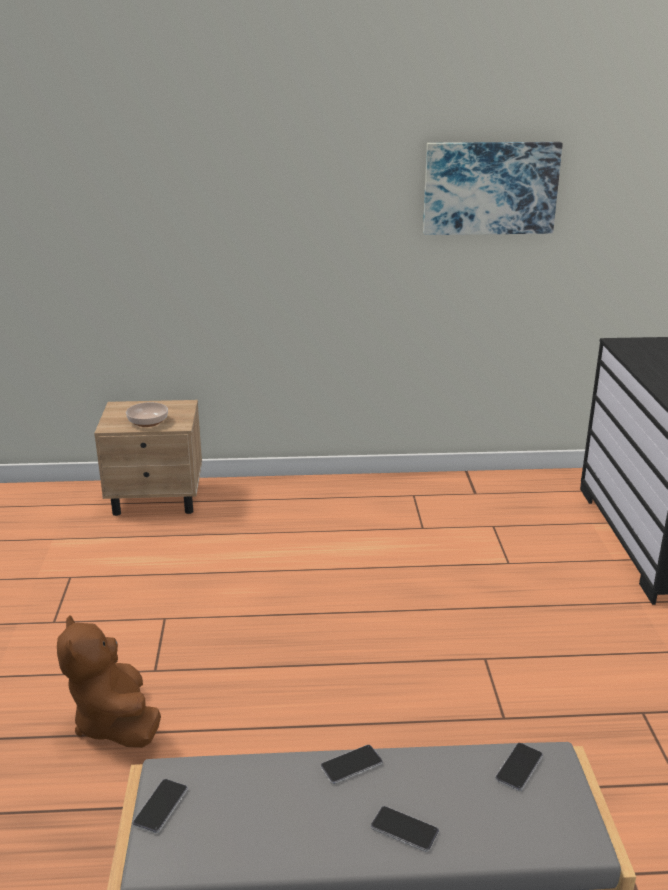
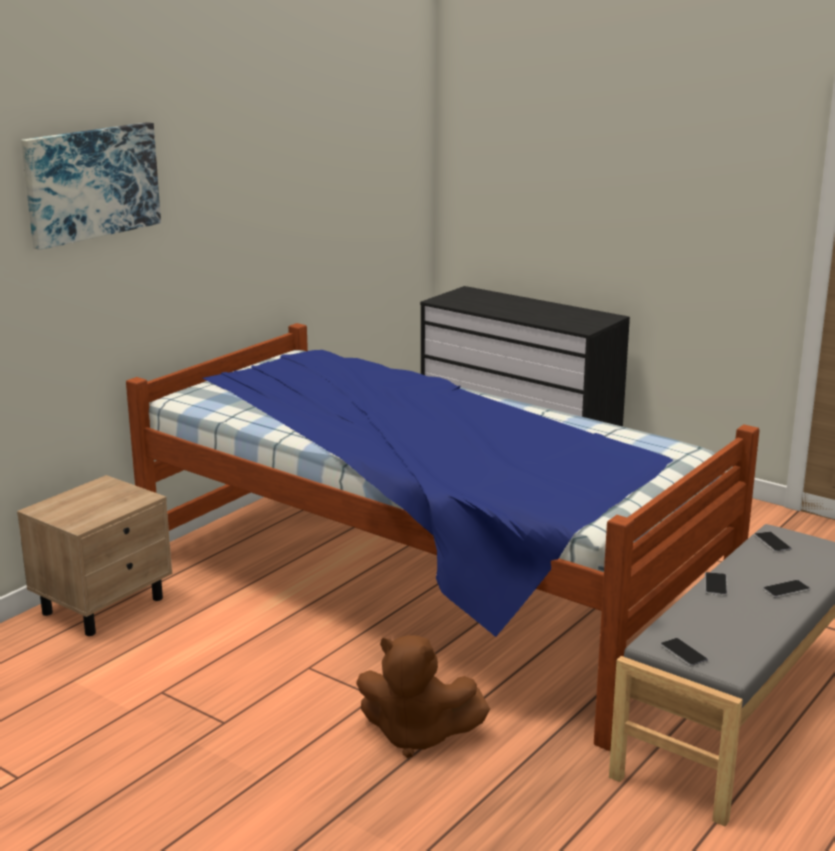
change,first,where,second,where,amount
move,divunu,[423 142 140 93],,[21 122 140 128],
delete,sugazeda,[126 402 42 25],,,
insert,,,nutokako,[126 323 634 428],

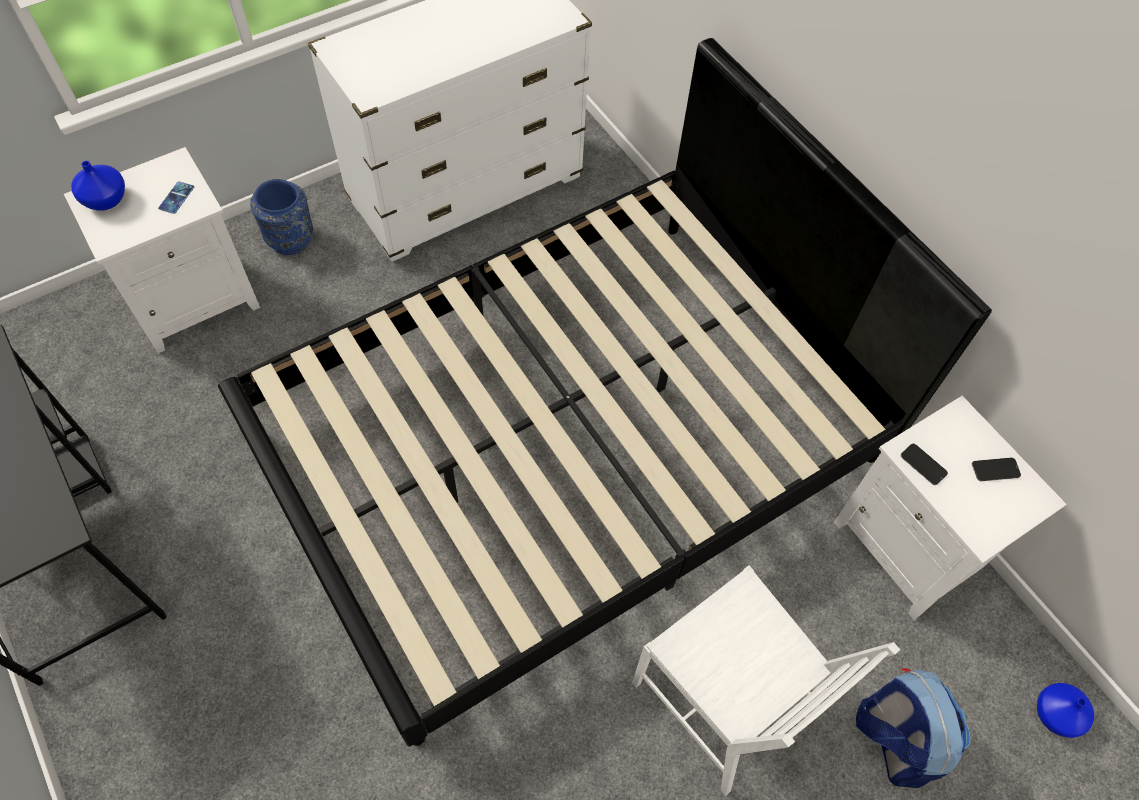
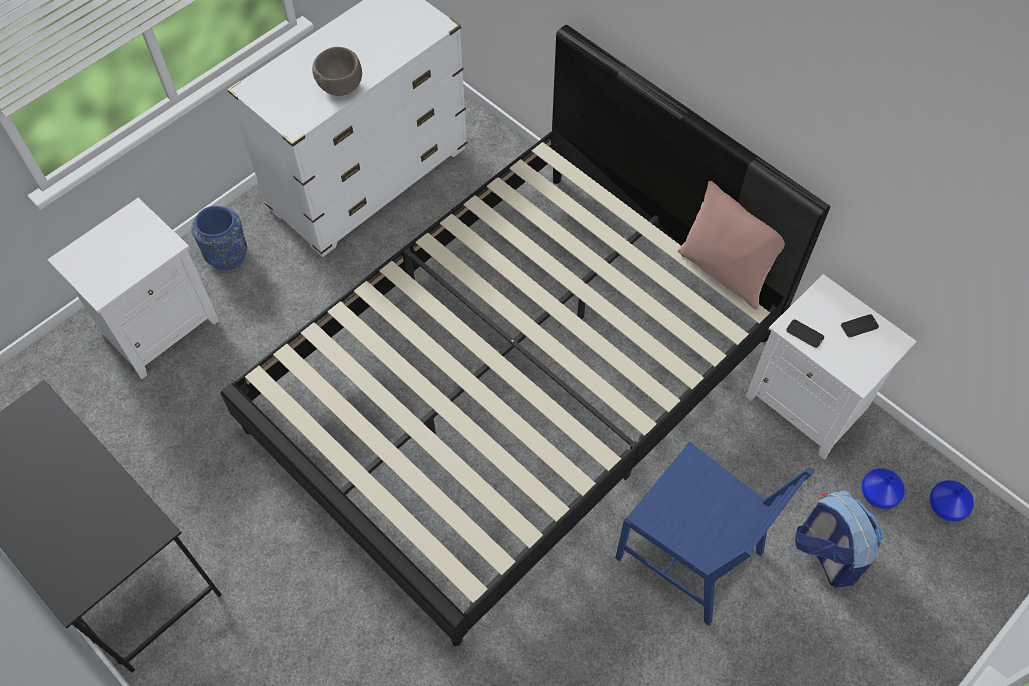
change,first,where,second,where,amount
move,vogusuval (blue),[71 161 54 50],,[861 468 44 41],
delete,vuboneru,[158 181 36 33],,,
recolor,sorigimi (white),[632 565 269 231],sorigimi (blue),[615 441 200 185],
insert,,,sugazeda (brown),[312 47 50 49],
insert,,,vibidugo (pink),[678 181 107 129],

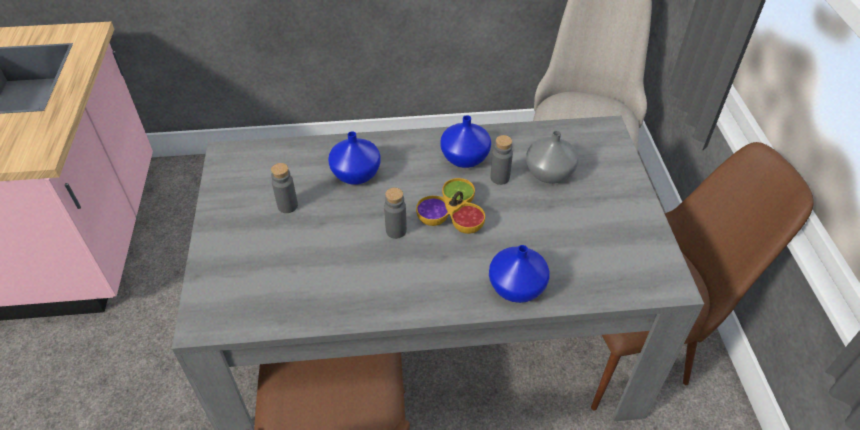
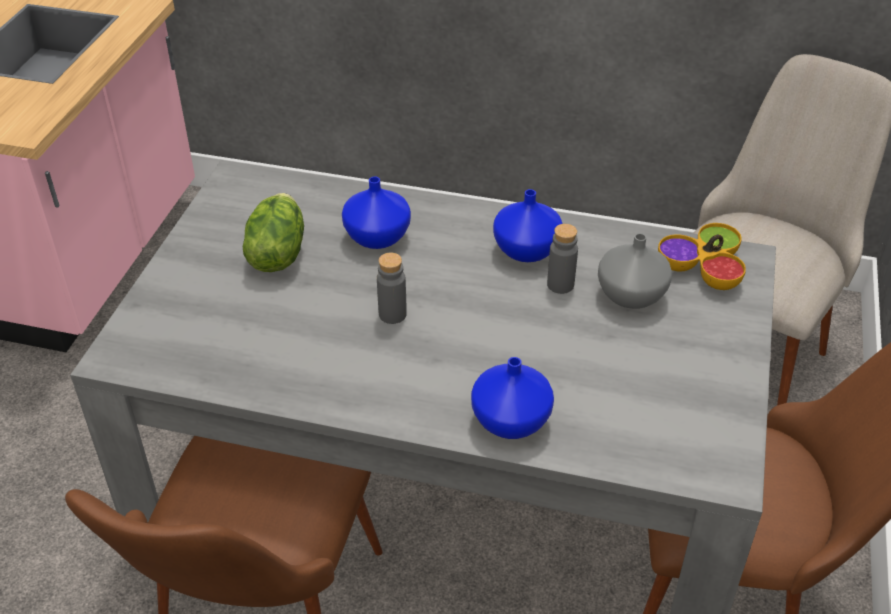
change,first,where,second,where,amount
replace,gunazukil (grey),[271 163 27 50],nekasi,[243 193 61 79],
move,sugazeda,[416 178 69 56],,[658 223 88 67],

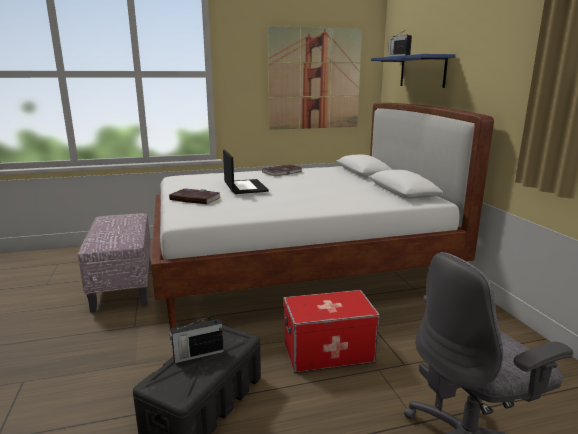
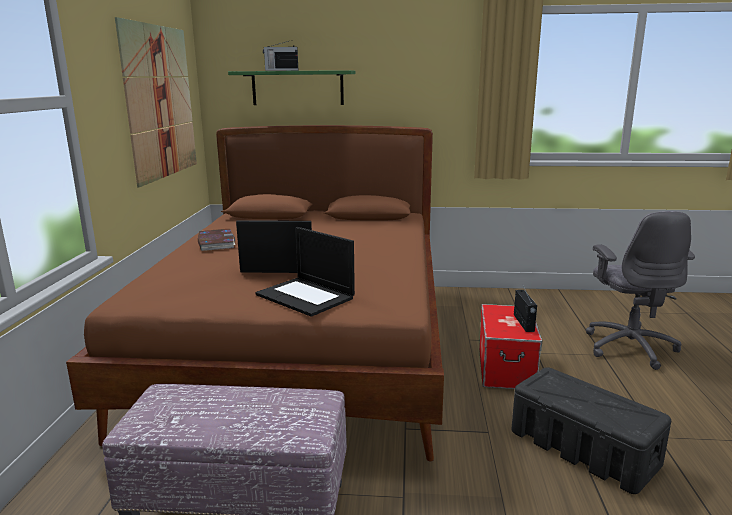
change,first,where,second,where,amount
recolor,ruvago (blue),[371 54 84 34],ruvago (green),[228 70 127 35],
recolor,nutokako (white),[151 103 343 228],nutokako (brown),[66 125 378 336],
replace,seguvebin,[169 188 51 16],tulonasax,[255 227 100 90],
move,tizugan,[169 314 55 49],,[514 284 23 48],

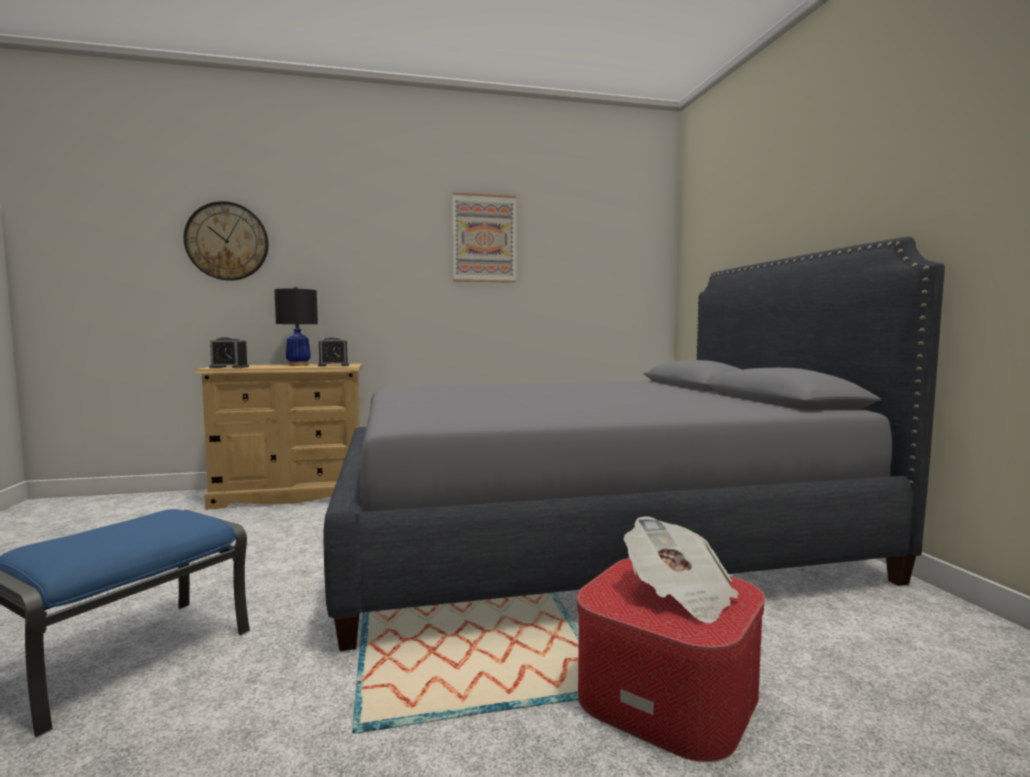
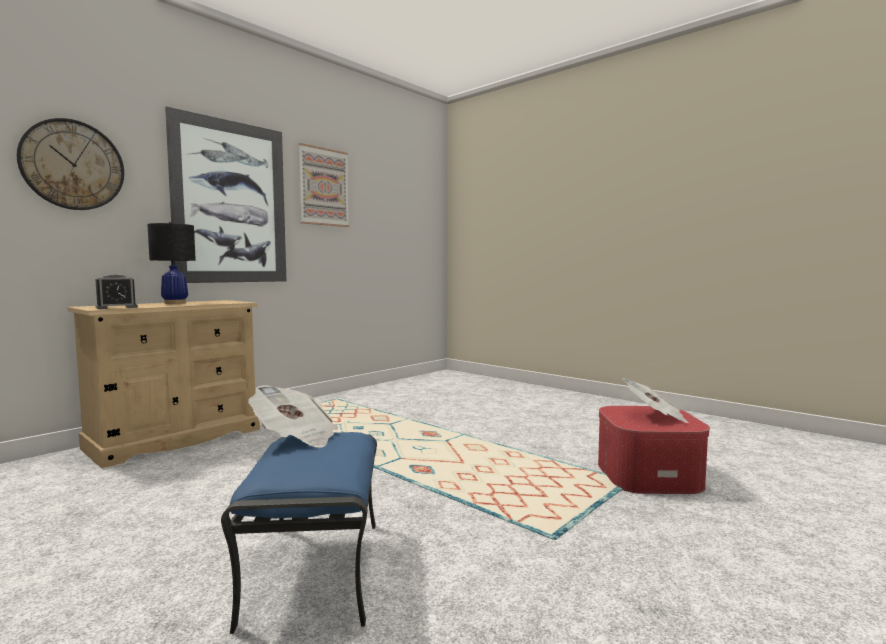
change,first,where,second,where,amount
delete,nutokako (grey),[323 236 622 415],,,
delete,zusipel,[318 337 31 30],,,
insert,,,divunu,[165 107 121 176],
insert,,,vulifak,[248 385 90 63],

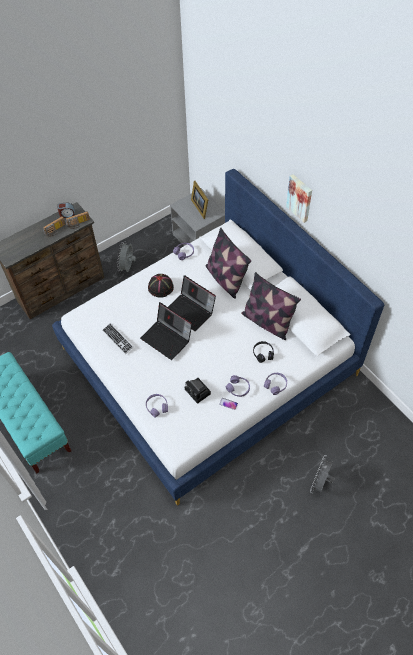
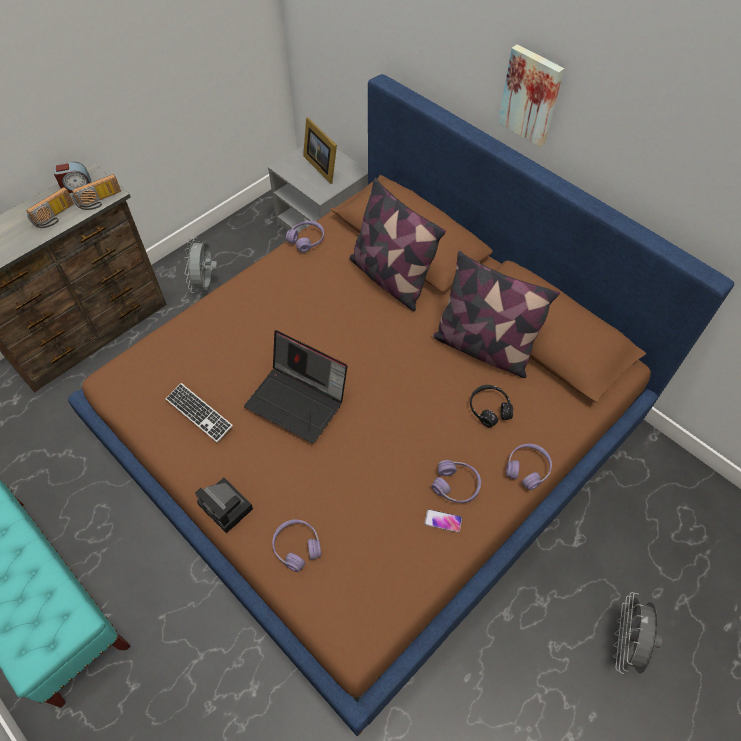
change,first,where,second,where,amount
recolor,nutokako (white),[52 169 332 336],nutokako (brown),[68 74 666 662],
delete,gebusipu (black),[148 274 26 24],,,
delete,tulonasax,[168 275 48 56],,,
move,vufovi,[185 378 26 26],,[195 478 58 55],

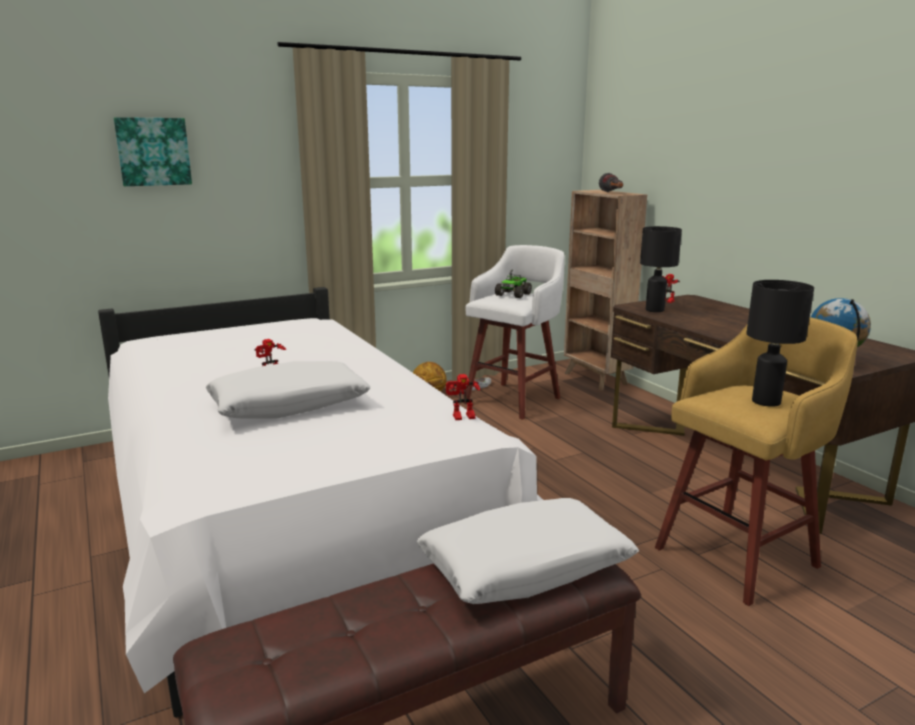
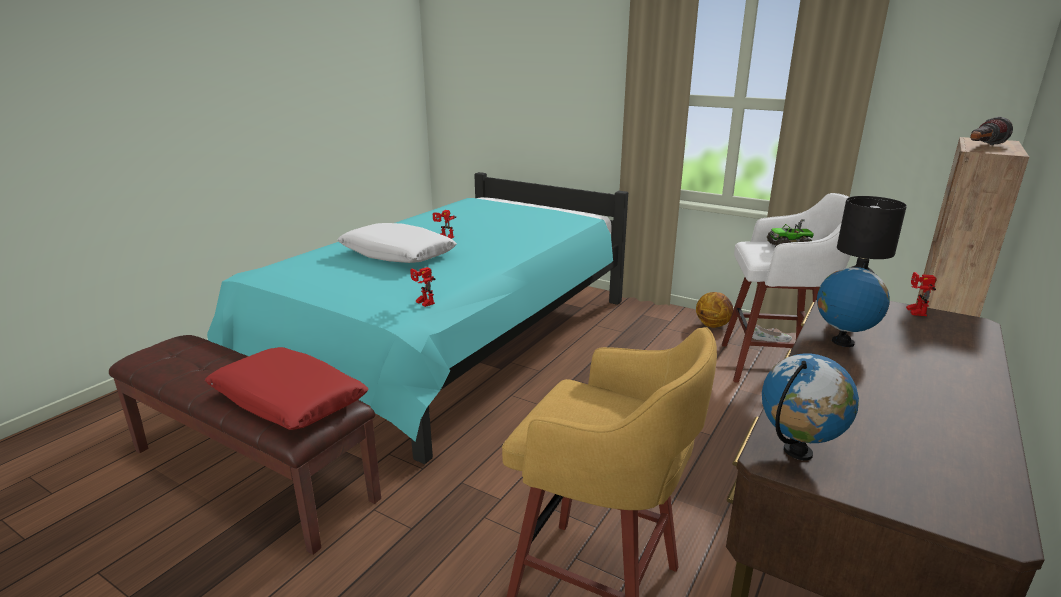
change,first,where,second,where,amount
delete,divunu,[114 117 78 69],,,
delete,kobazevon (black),[746 280 68 127],,,
recolor,nutokako (white),[98 287 445 431],nutokako (turquoise),[207 172 421 292],
recolor,vibidugo (white),[416 498 223 106],vibidugo (red),[205 347 164 83],
insert,,,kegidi,[817 263 73 84],

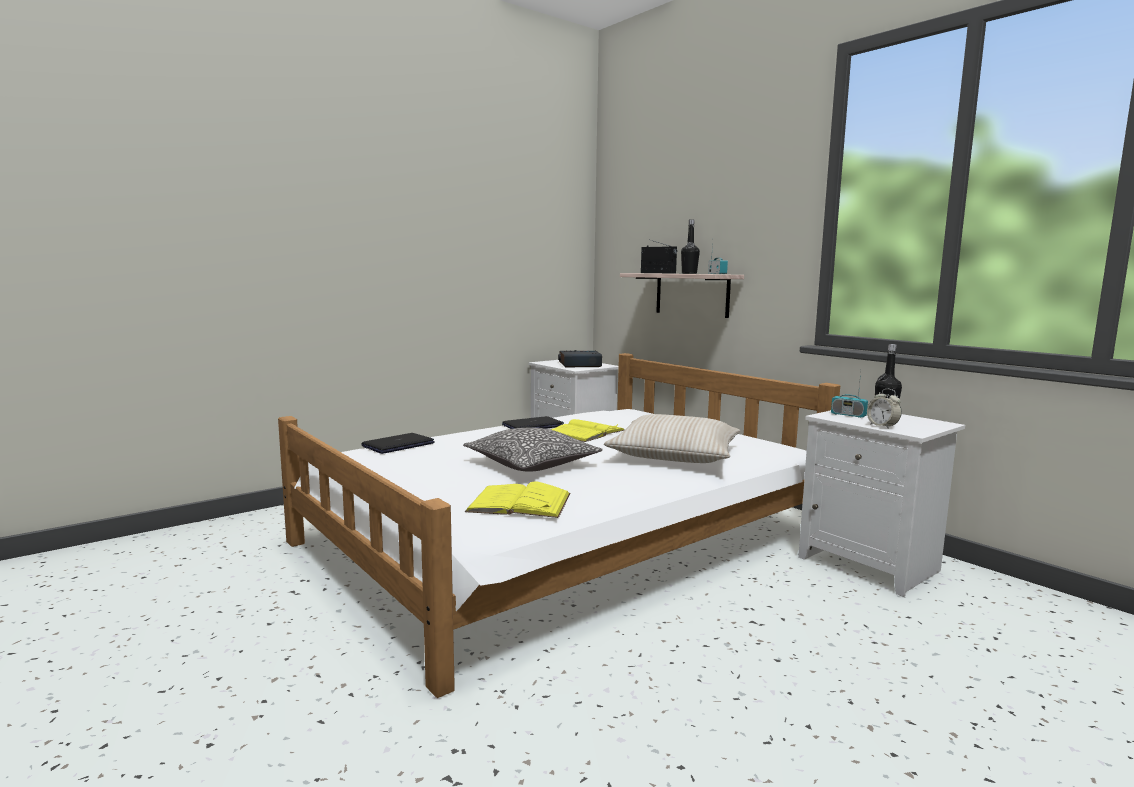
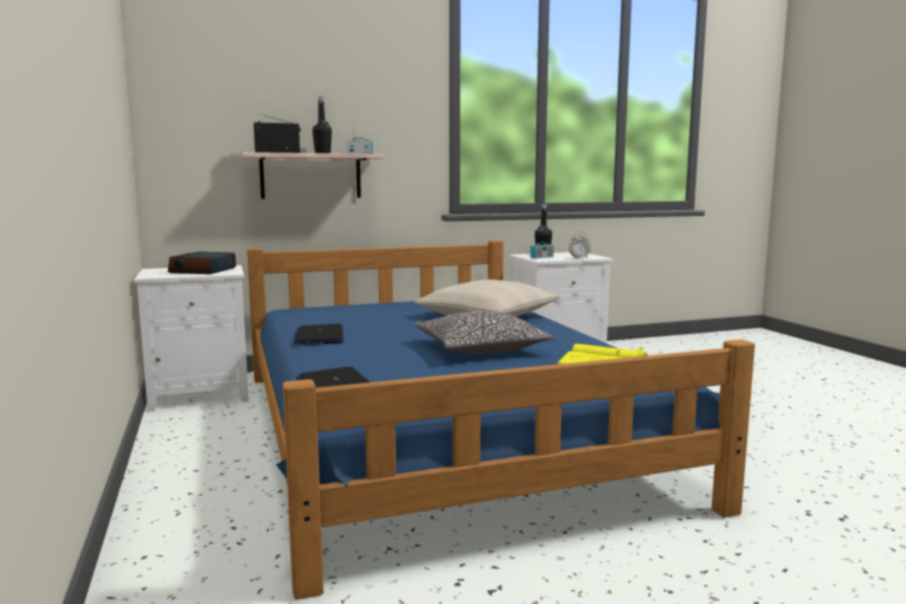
change,first,where,second,where,amount
recolor,nutokako (white),[278 353 562 345],nutokako (blue),[247 240 508 360],
delete,seguvebin (yellow),[551 419 73 23],,,

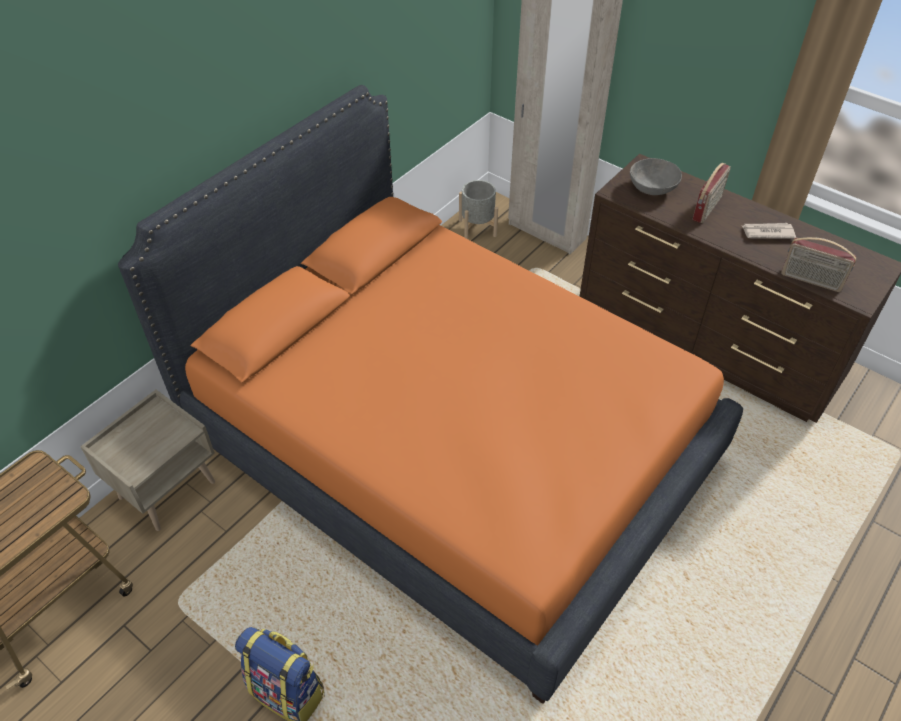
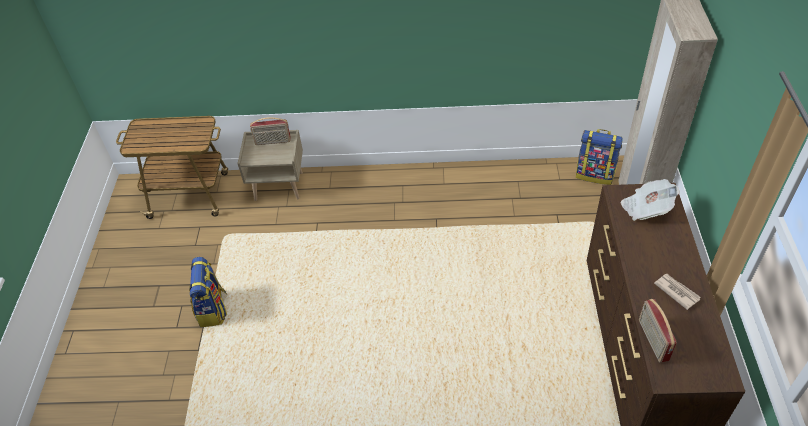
change,first,where,second,where,amount
delete,nutokako (orange),[118 85 625 619],,,
replace,sugazeda (grey),[630 158 52 37],vulifak,[621 179 59 42],
move,tizugan,[692 163 39 60],,[250 117 41 28],
replace,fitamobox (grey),[459 180 39 59],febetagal,[576 129 47 56],

